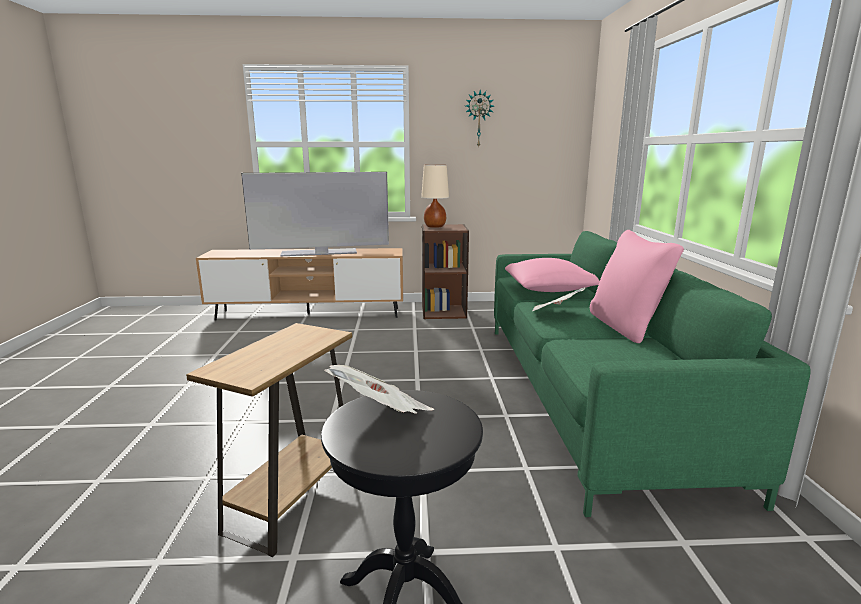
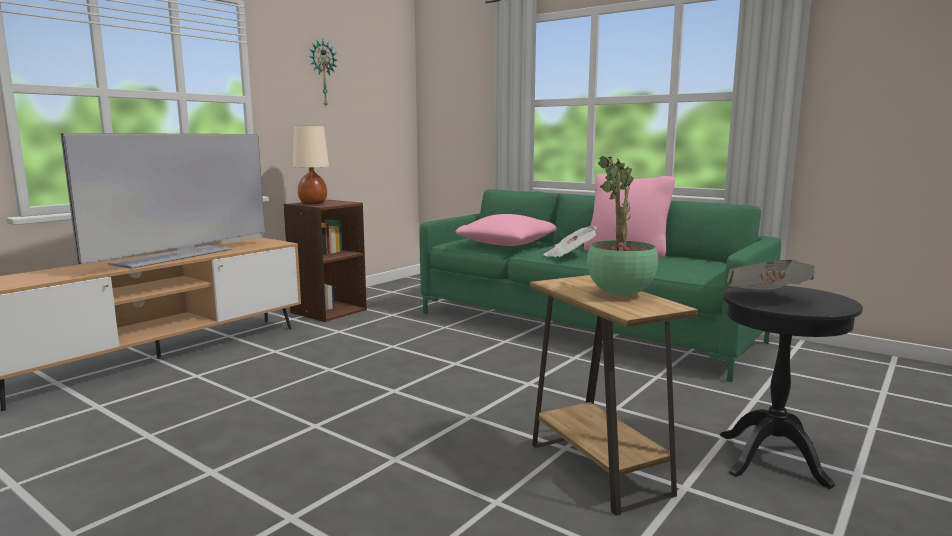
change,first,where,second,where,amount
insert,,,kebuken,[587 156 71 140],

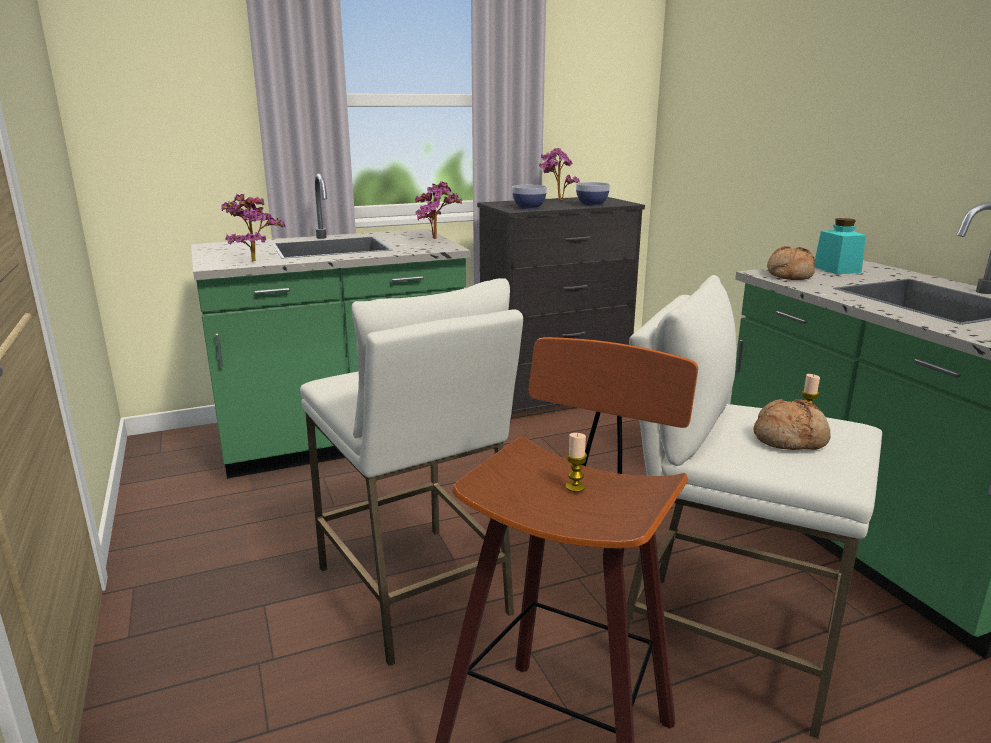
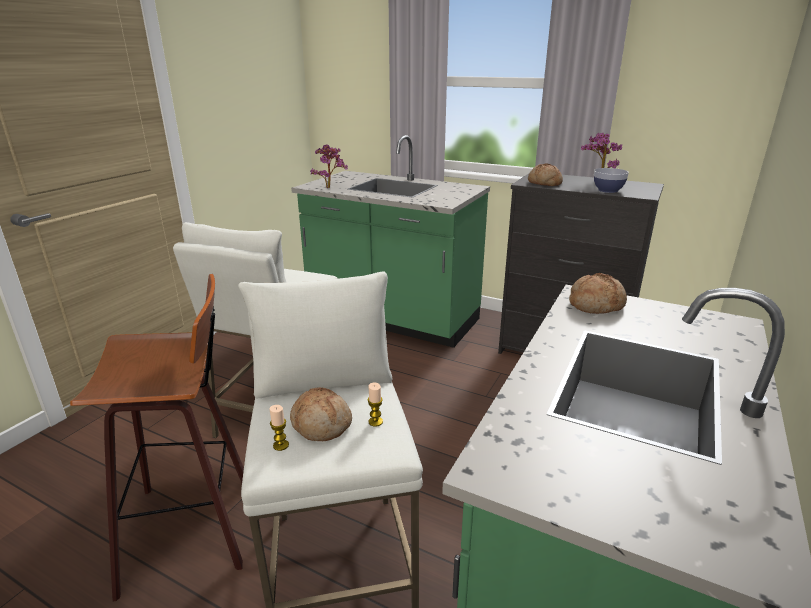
change,first,where,second,where,amount
delete,kebuken,[415 182 47 57],,,
replace,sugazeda,[512 185 35 24],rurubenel,[528 163 35 23],
delete,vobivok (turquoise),[815 218 51 56],,,
move,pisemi,[566 433 21 59],,[270 405 19 46],

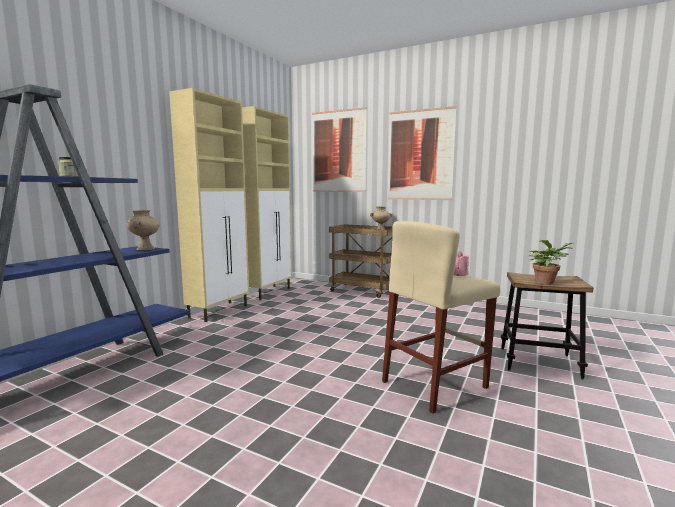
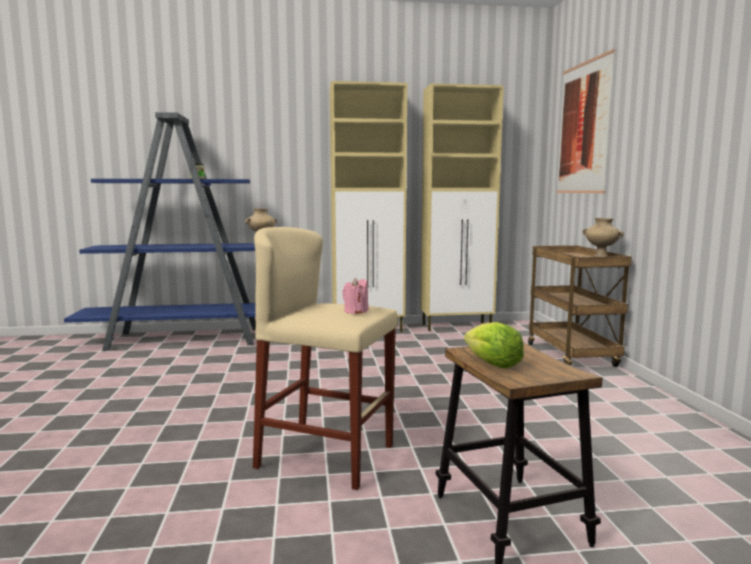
change,first,where,second,where,amount
delete,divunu,[388 106 68 94],,,
replace,kebuken,[529 240 45 45],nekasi,[464 322 60 46],

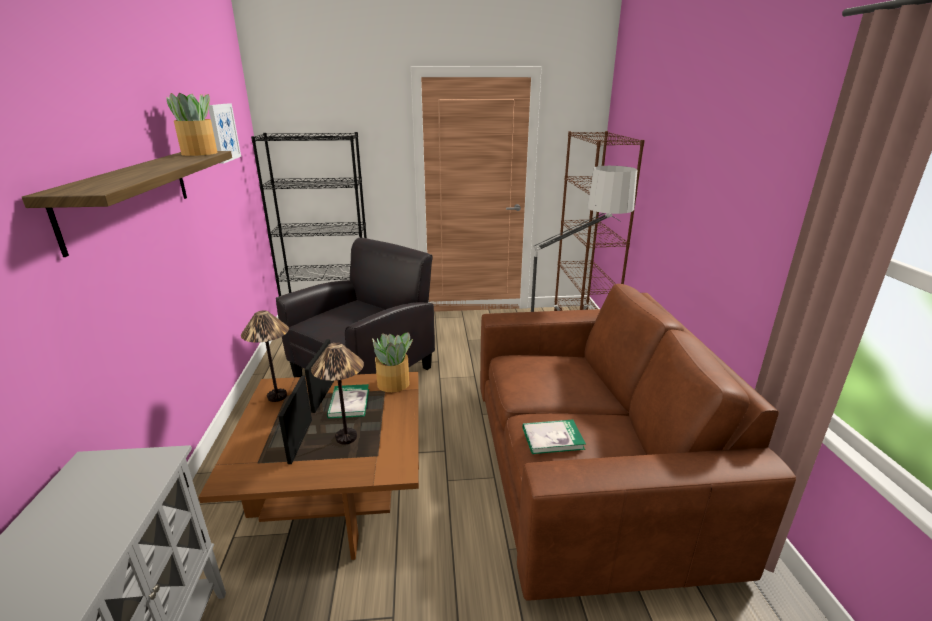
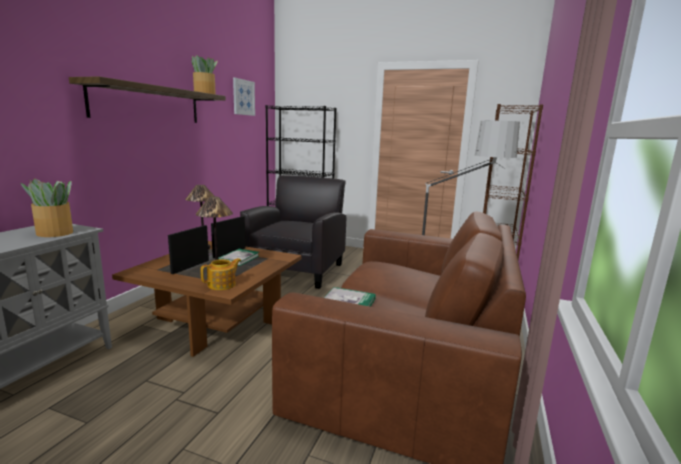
change,first,where,second,where,amount
rotate,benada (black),[276 238 159 139],,[240 175 106 114],45 degrees counterclockwise
move,kebuken,[372 332 41 60],,[20 178 53 59],
insert,,,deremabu,[201 258 40 32],

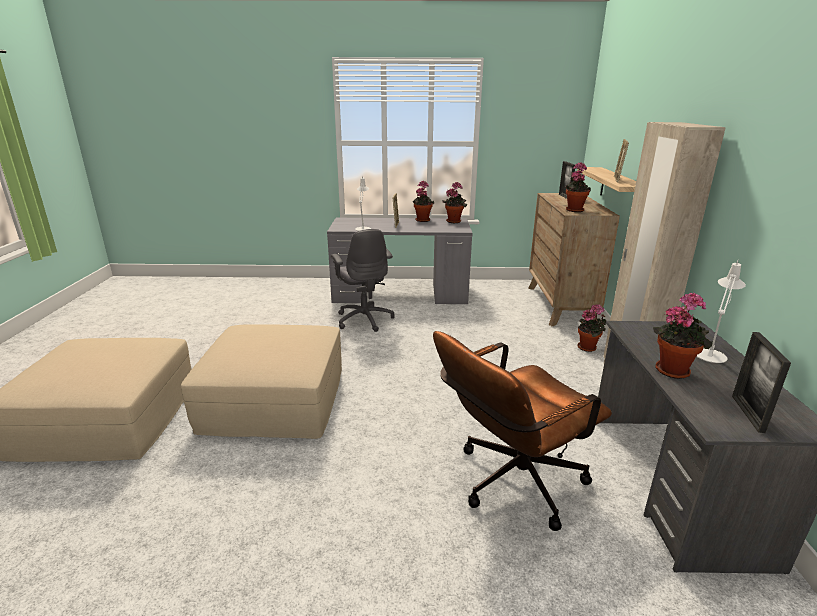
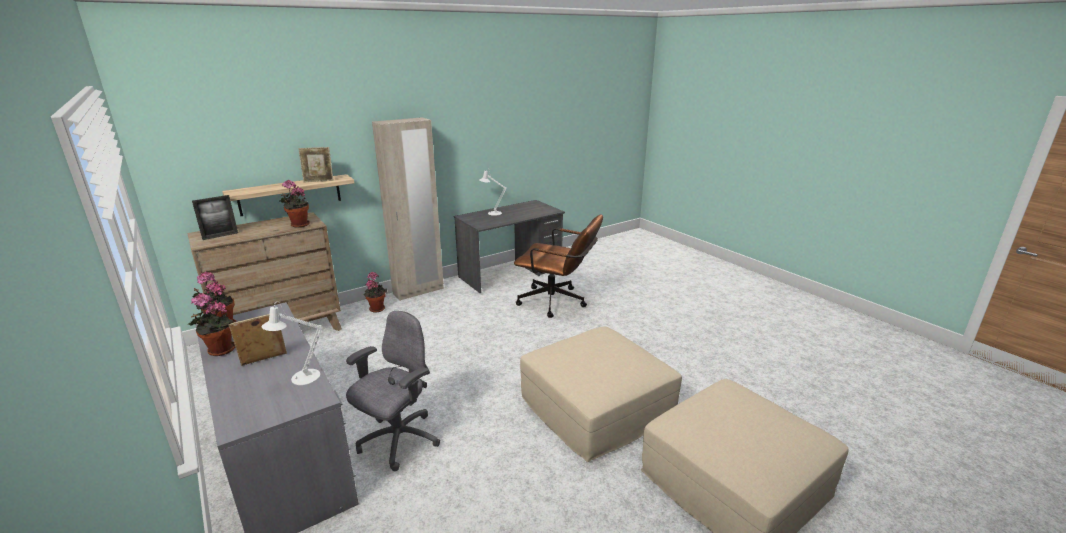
change,first,where,second,where,amount
delete,kebuken,[653 292 60 87],,,
delete,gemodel,[732 332 59 101],,,

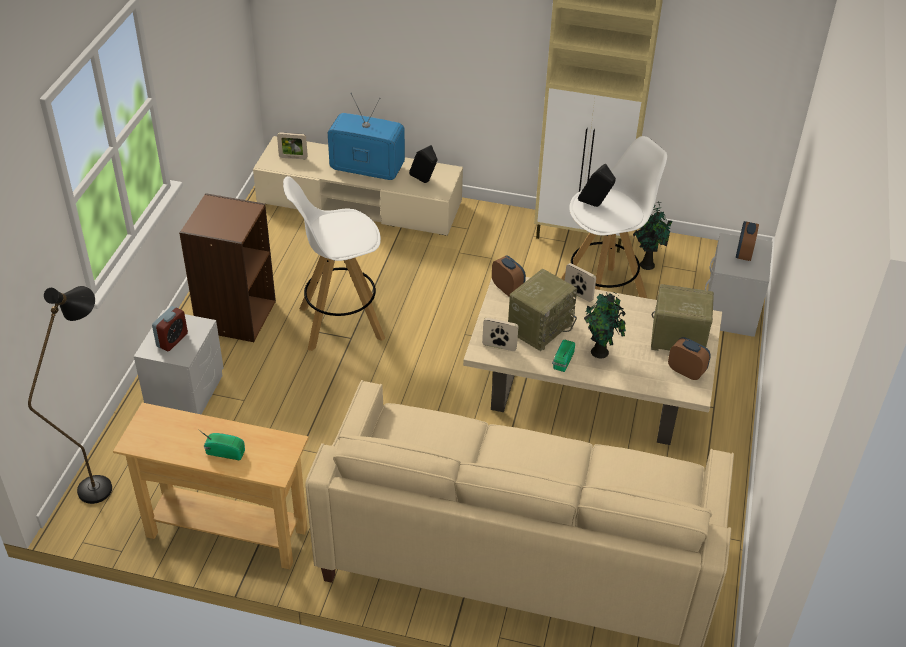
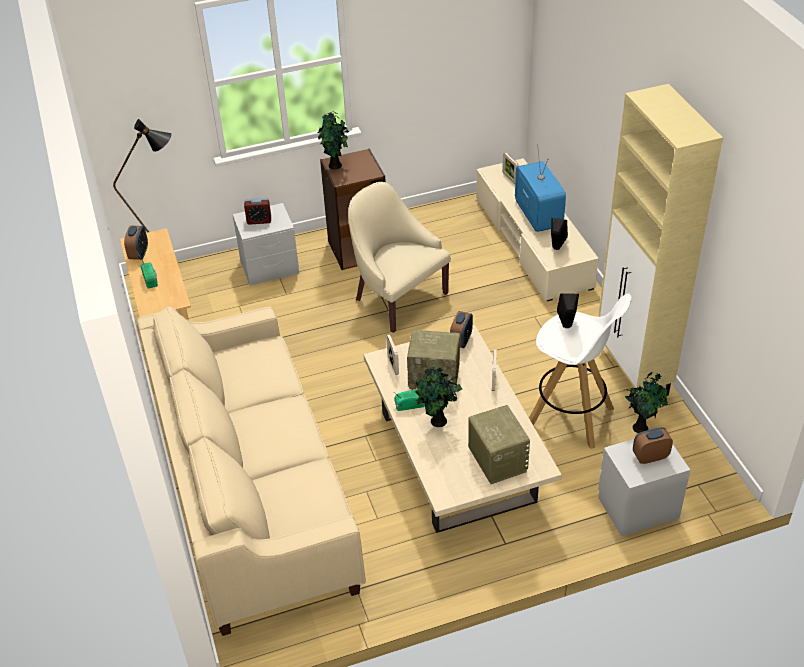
change,first,where,second,where,amount
replace,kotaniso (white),[283 176 102 175],benada (beige),[348 182 103 151],
move,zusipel,[668 337 43 43],,[124 226 24 34],
insert,,,kebuken,[318 112 31 58],

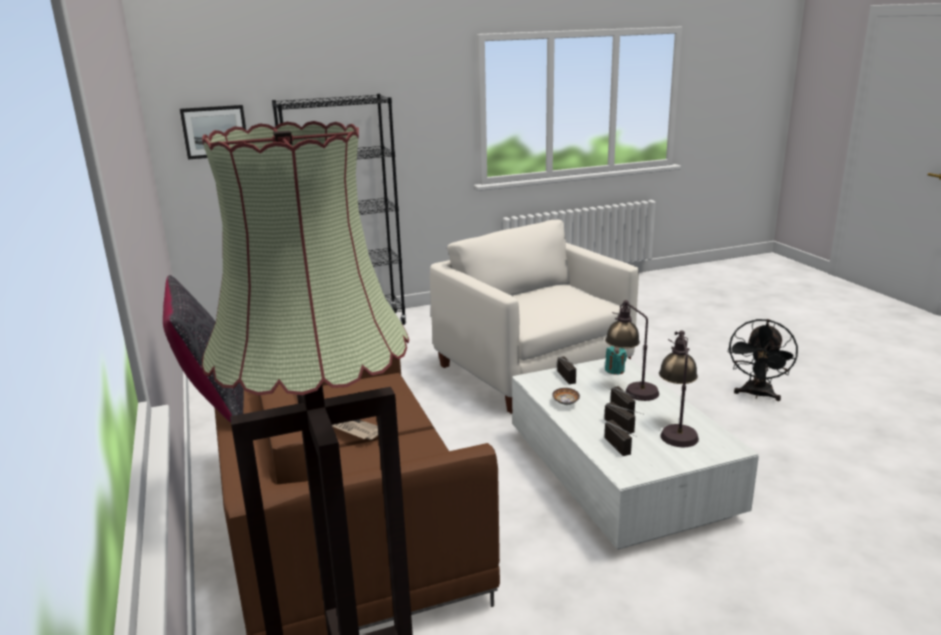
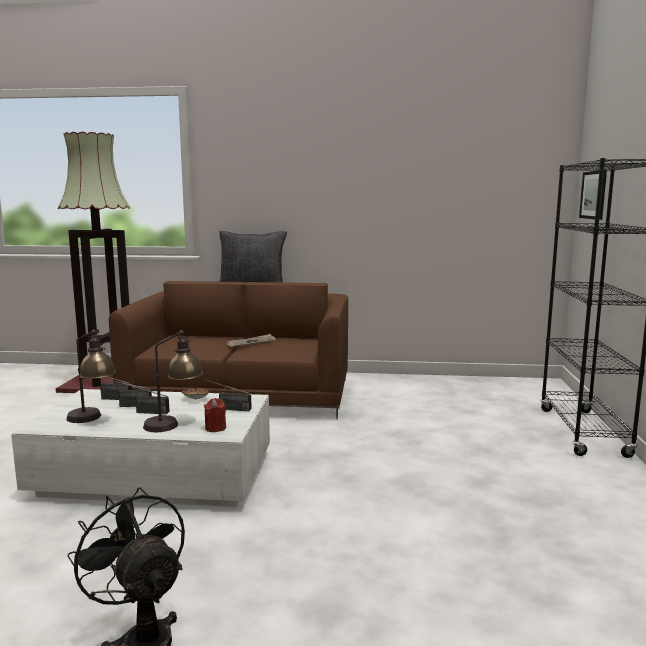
change,first,where,second,where,amount
delete,benada (white),[430 220 209 194],,,
recolor,pisemi (turquoise),[605 346 22 29],pisemi (red),[204 398 22 34],

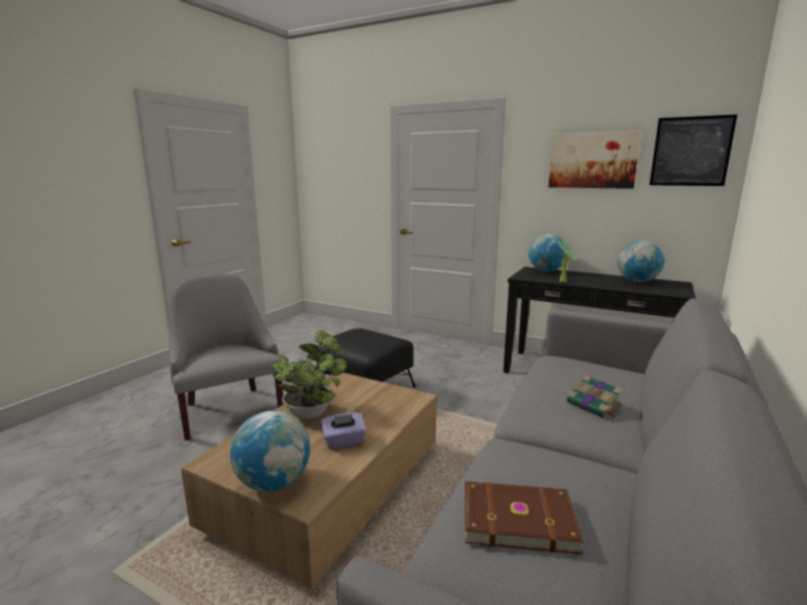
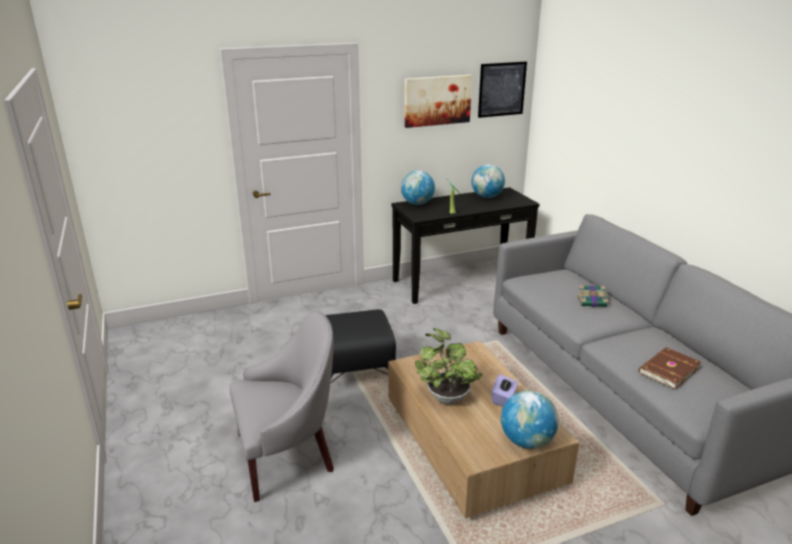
change,first,where,second,where,amount
rotate,benada (grey),[169 273 114 167],,[229 311 105 191],150 degrees clockwise

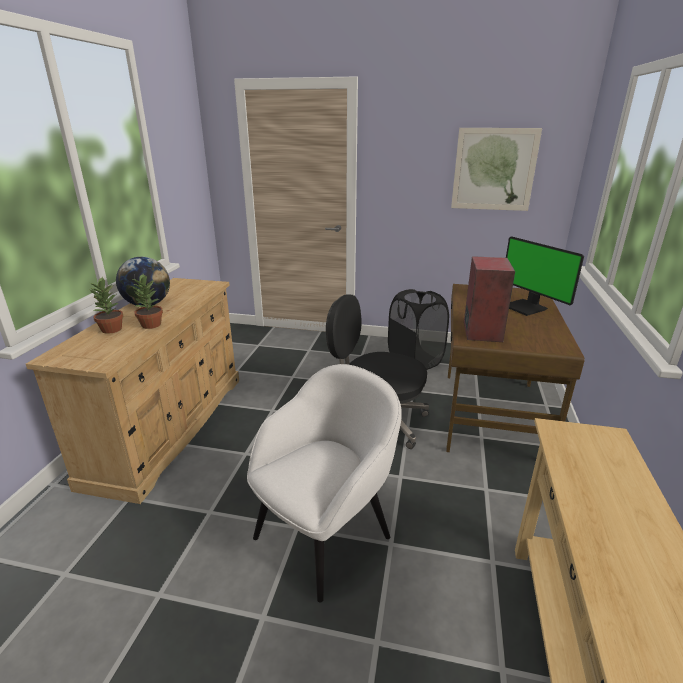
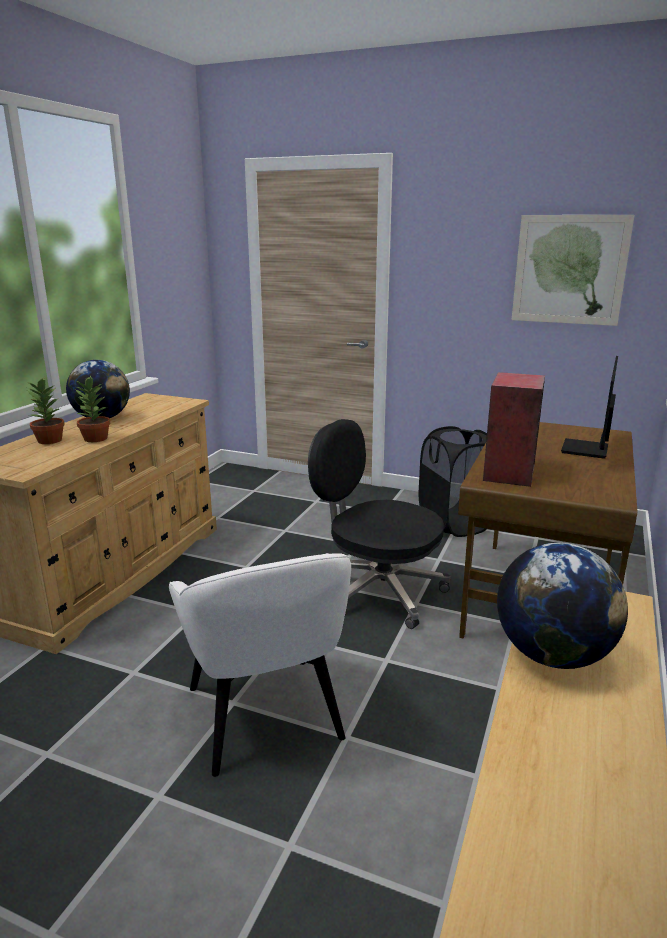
change,first,where,second,where,amount
rotate,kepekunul,[506 236 78 80],,[561 356 57 103],45 degrees clockwise
rotate,benada (white),[247 364 155 239],,[169 553 182 224],105 degrees clockwise
insert,,,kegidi,[497 543 131 126],

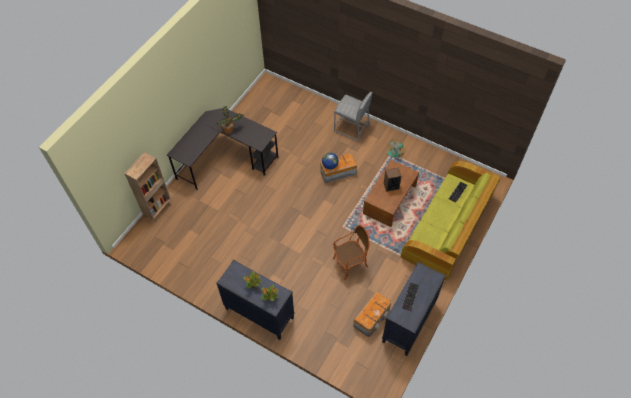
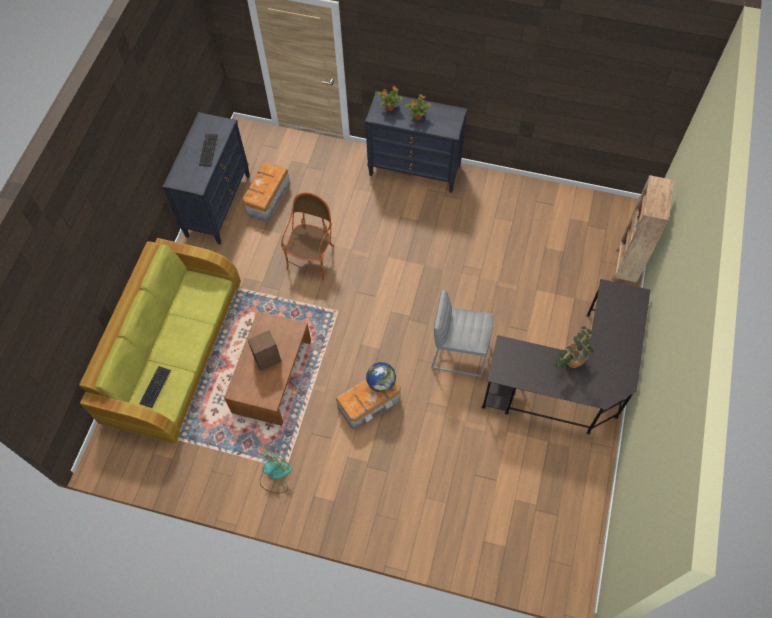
change,first,where,second,where,amount
move,kotaniso (grey),[334 92 38 49],,[431 290 62 87],
rotate,benada,[333 225 37 55],,[281 192 53 89],150 degrees clockwise

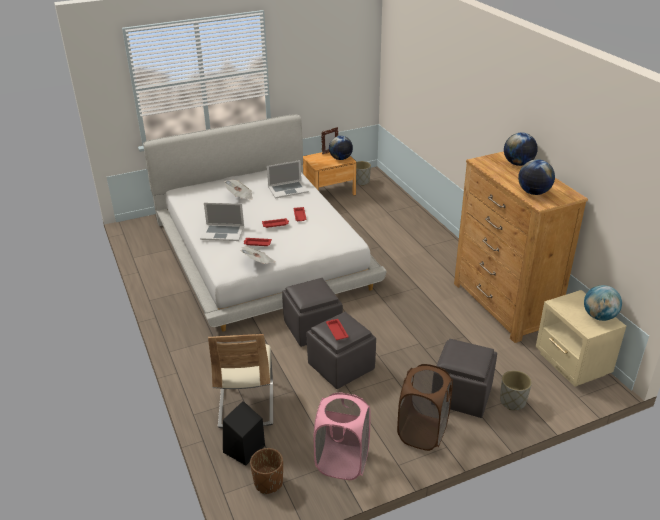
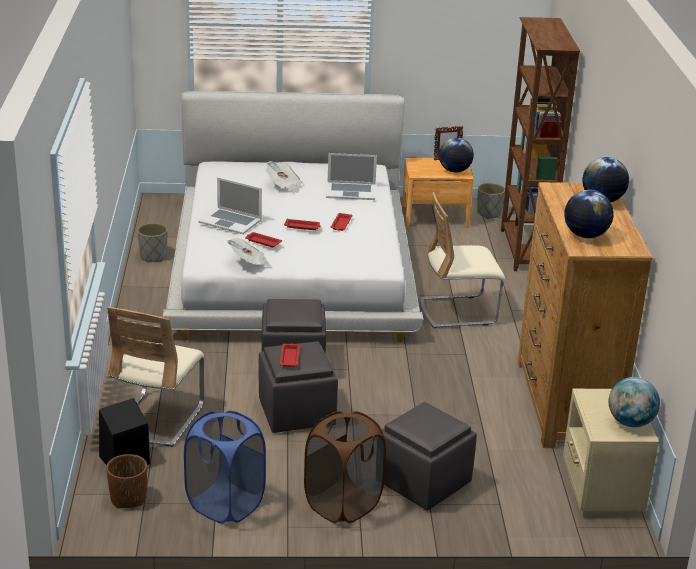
change,first,where,second,where,amount
move,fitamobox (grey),[500 370 32 40],,[137 223 30 38],
recolor,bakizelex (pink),[314 392 57 88],bakizelex (blue),[184 411 82 113],
insert,,,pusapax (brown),[501 17 79 254],
insert,,,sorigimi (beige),[420 192 85 136],

